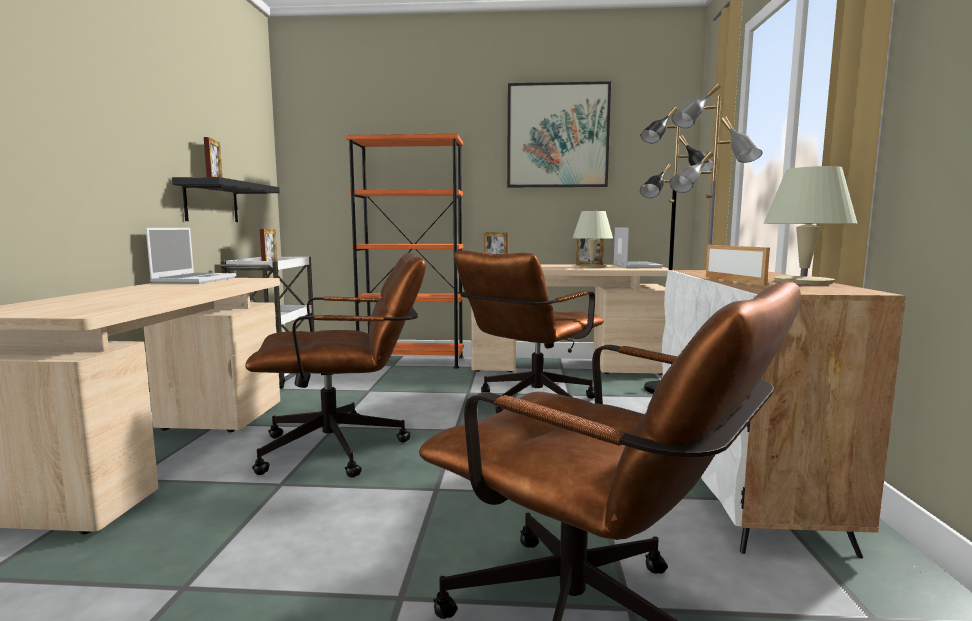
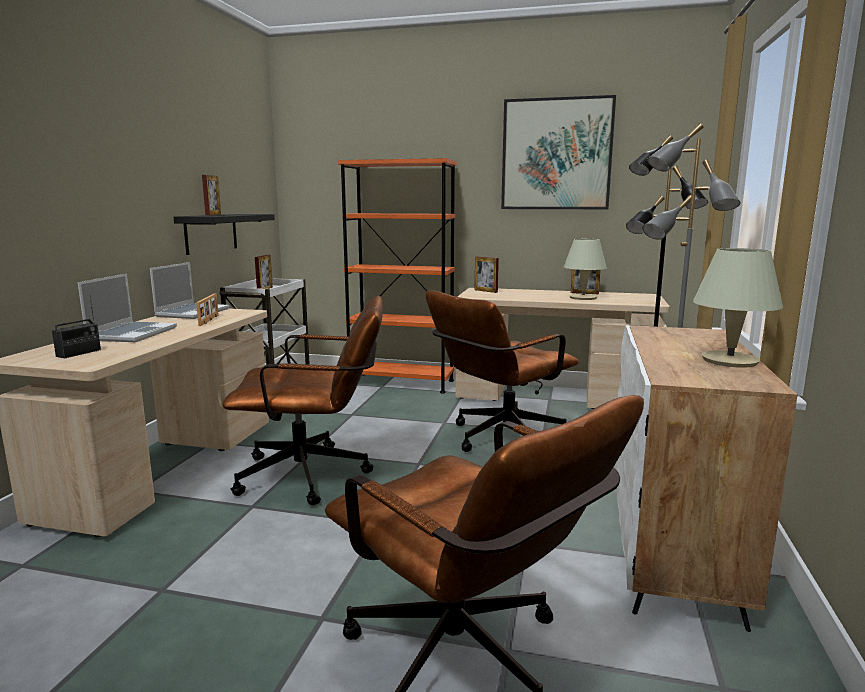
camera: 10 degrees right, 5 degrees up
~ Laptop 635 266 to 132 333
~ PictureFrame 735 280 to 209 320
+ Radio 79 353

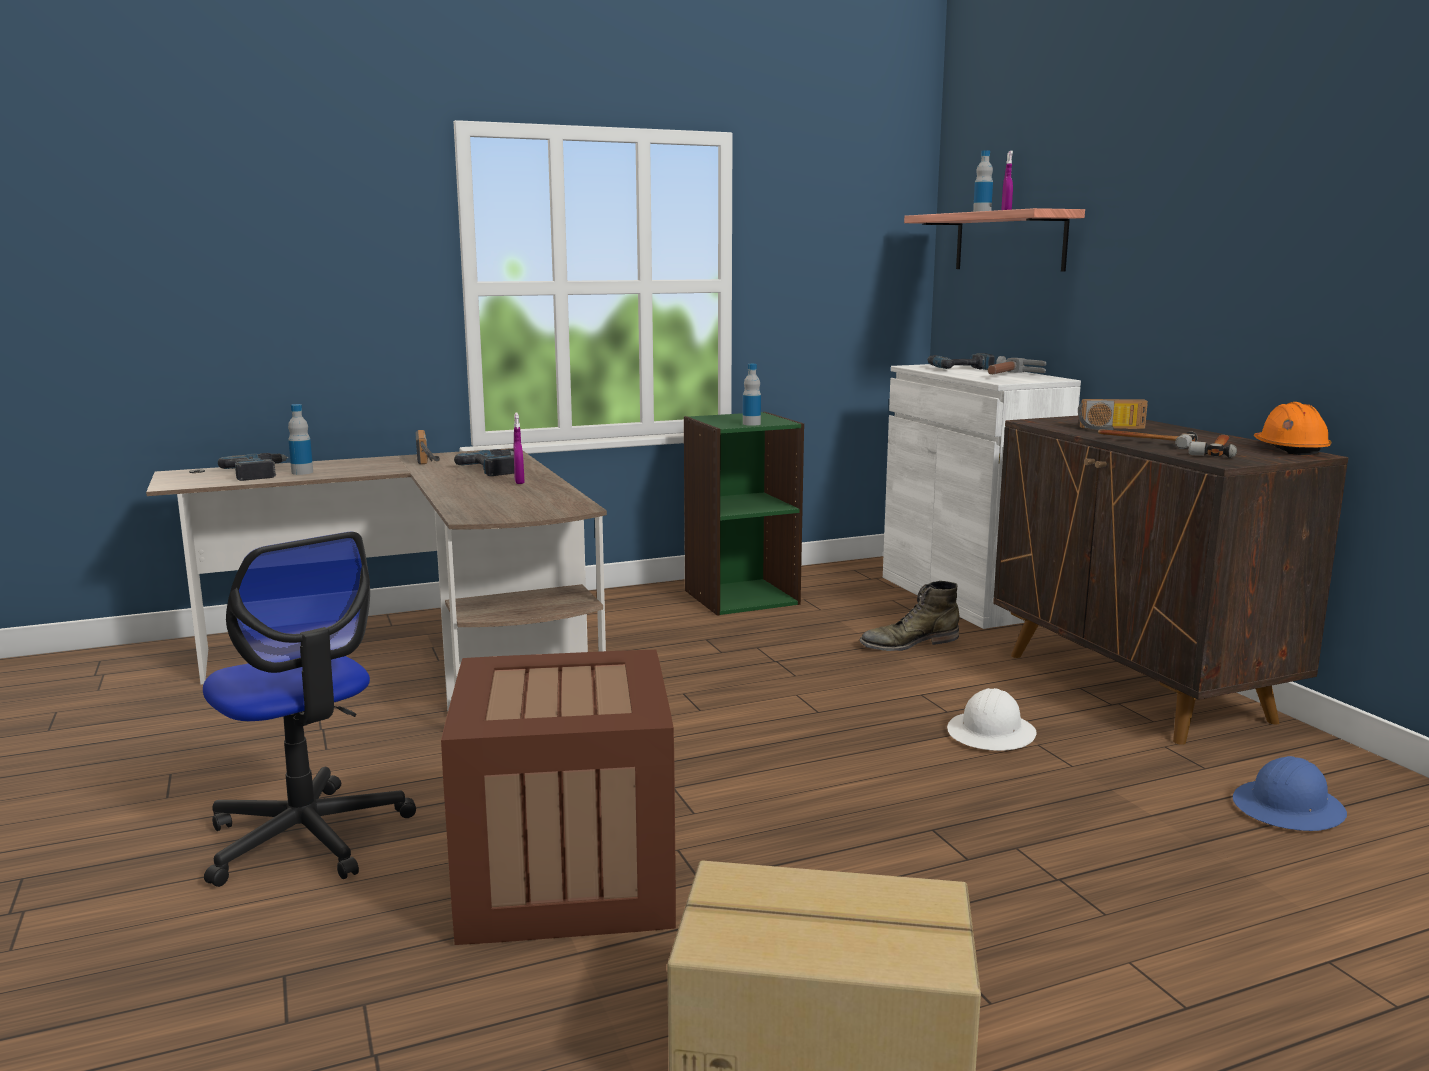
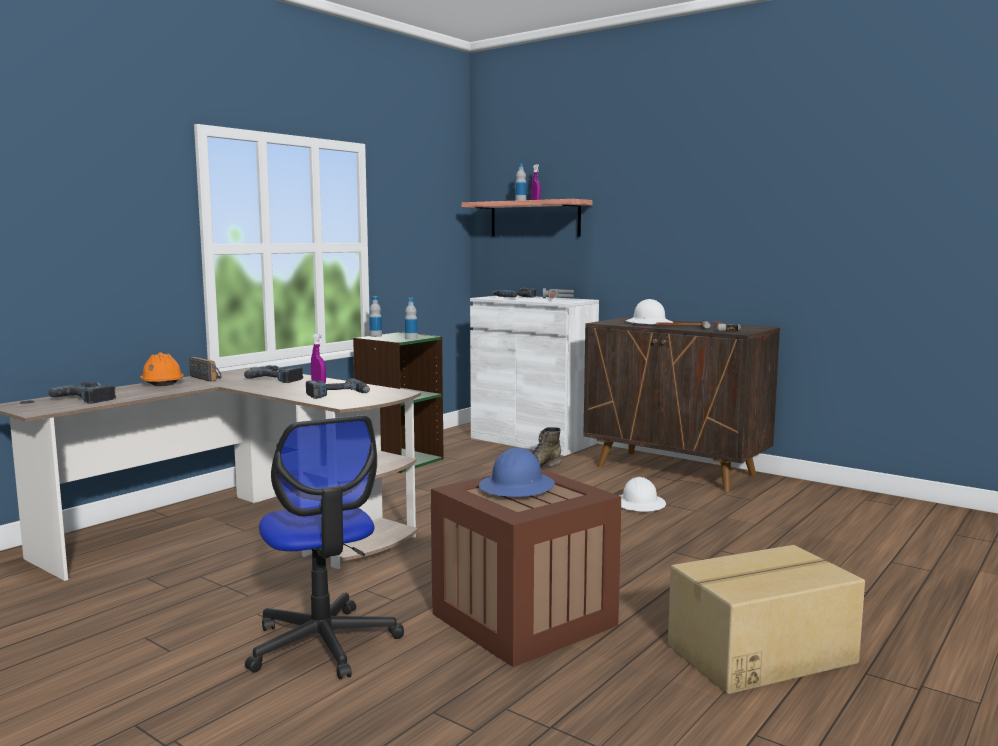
camera: 30 degrees left, 5 degrees down
~ Radio 1111 429 to WhiteHardHat 649 323
~ OrangeHardHat 1290 449 to 162 383
~ Bottle 302 472 to 375 336
~ OfficeChair 307 837 = 323 644 45 degrees clockwise
~ BlueHardHat 1289 809 to 517 487
+ PowerDrill 338 395

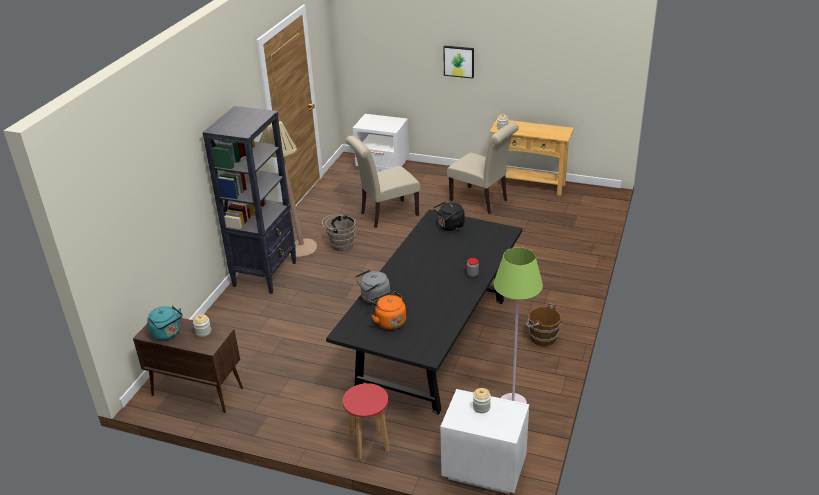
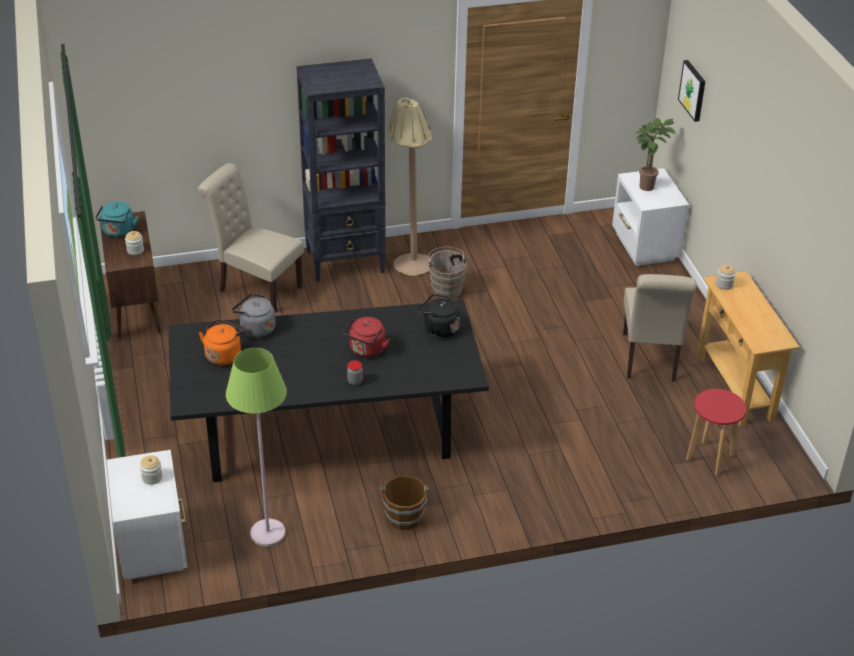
camera: 55 degrees right, 5 degrees up
~ Picture 459 61 to 693 90
~ BeigeChair 386 215 to 256 287
~ RedStool 369 445 to 709 458
+ PottedPlant 646 185
+ RedKettle 366 350

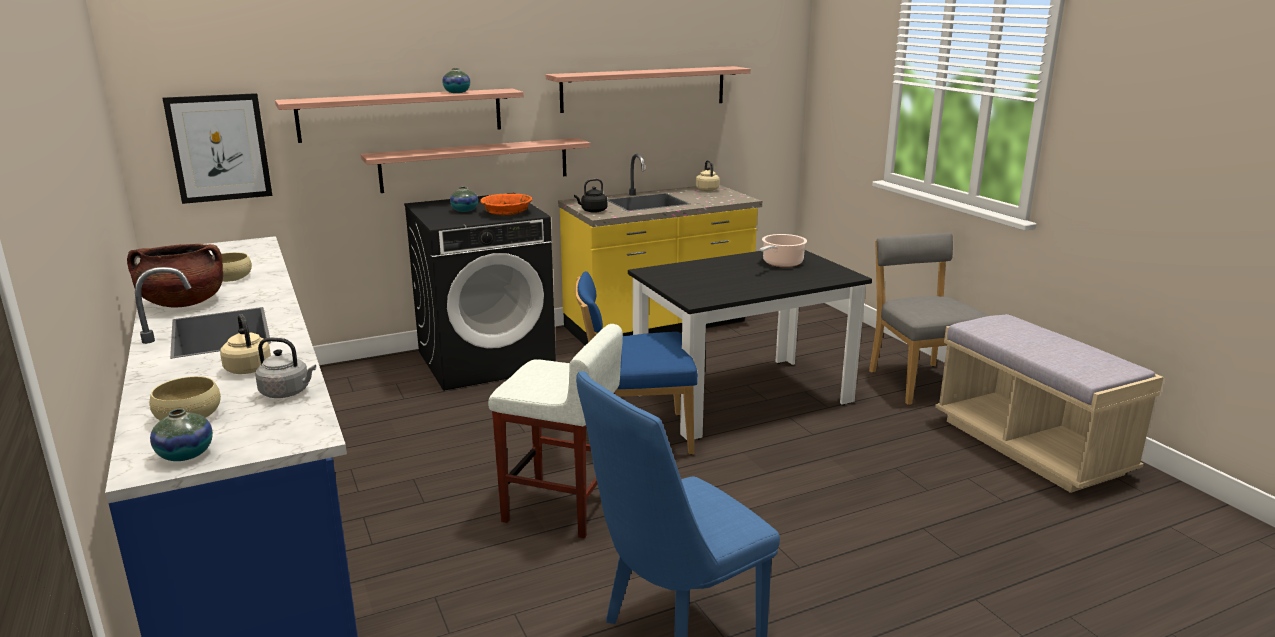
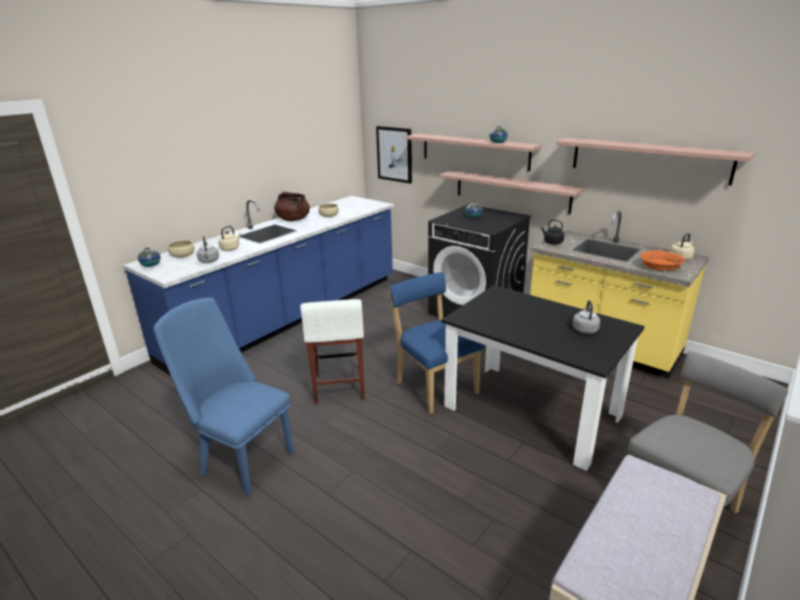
camera: 65 degrees right, 5 degrees up
~ OrangeBowl 507 213 to 660 267
~ CookingPot 781 263 to GreyKettle 585 329

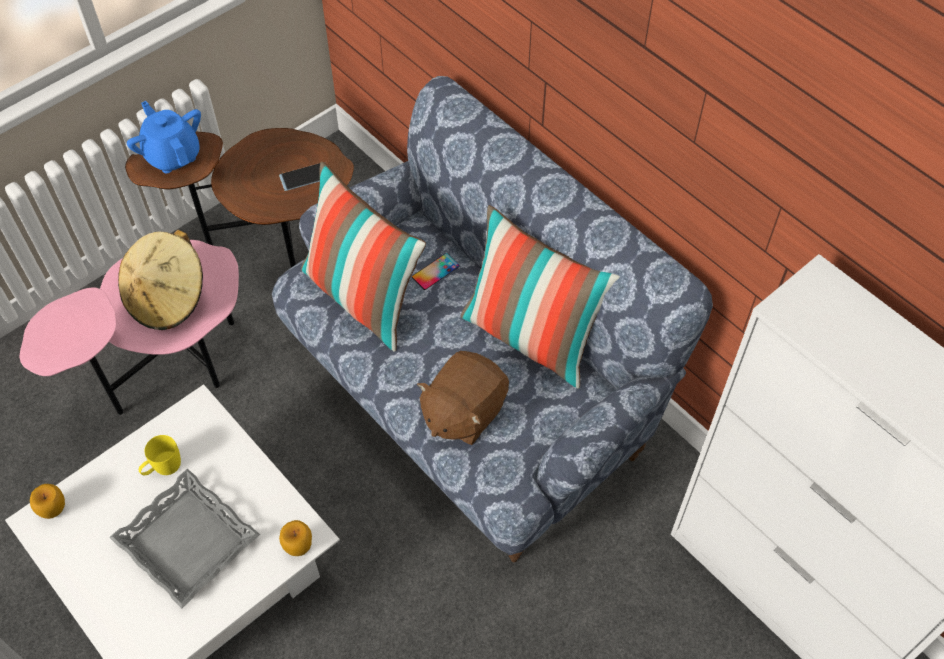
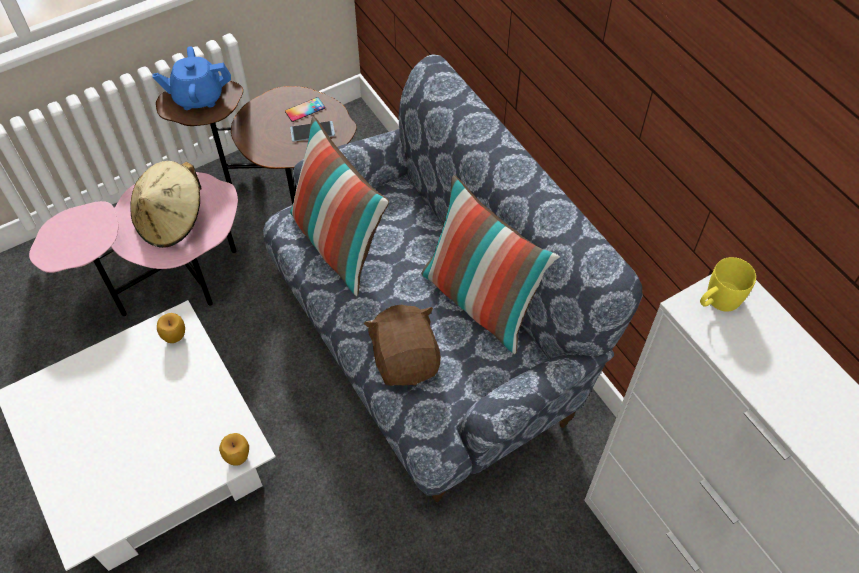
camera: 10 degrees right, 0 degrees up
~ BlueTeapot 173 155 = 198 97 75 degrees counterclockwise
~ Phone 435 271 to 305 109
~ BrownPlushToy 463 412 = 405 359 120 degrees clockwise
~ YellowMug 162 467 to 717 301
- GreyTray 186 542
~ Apple 54 510 to 175 337

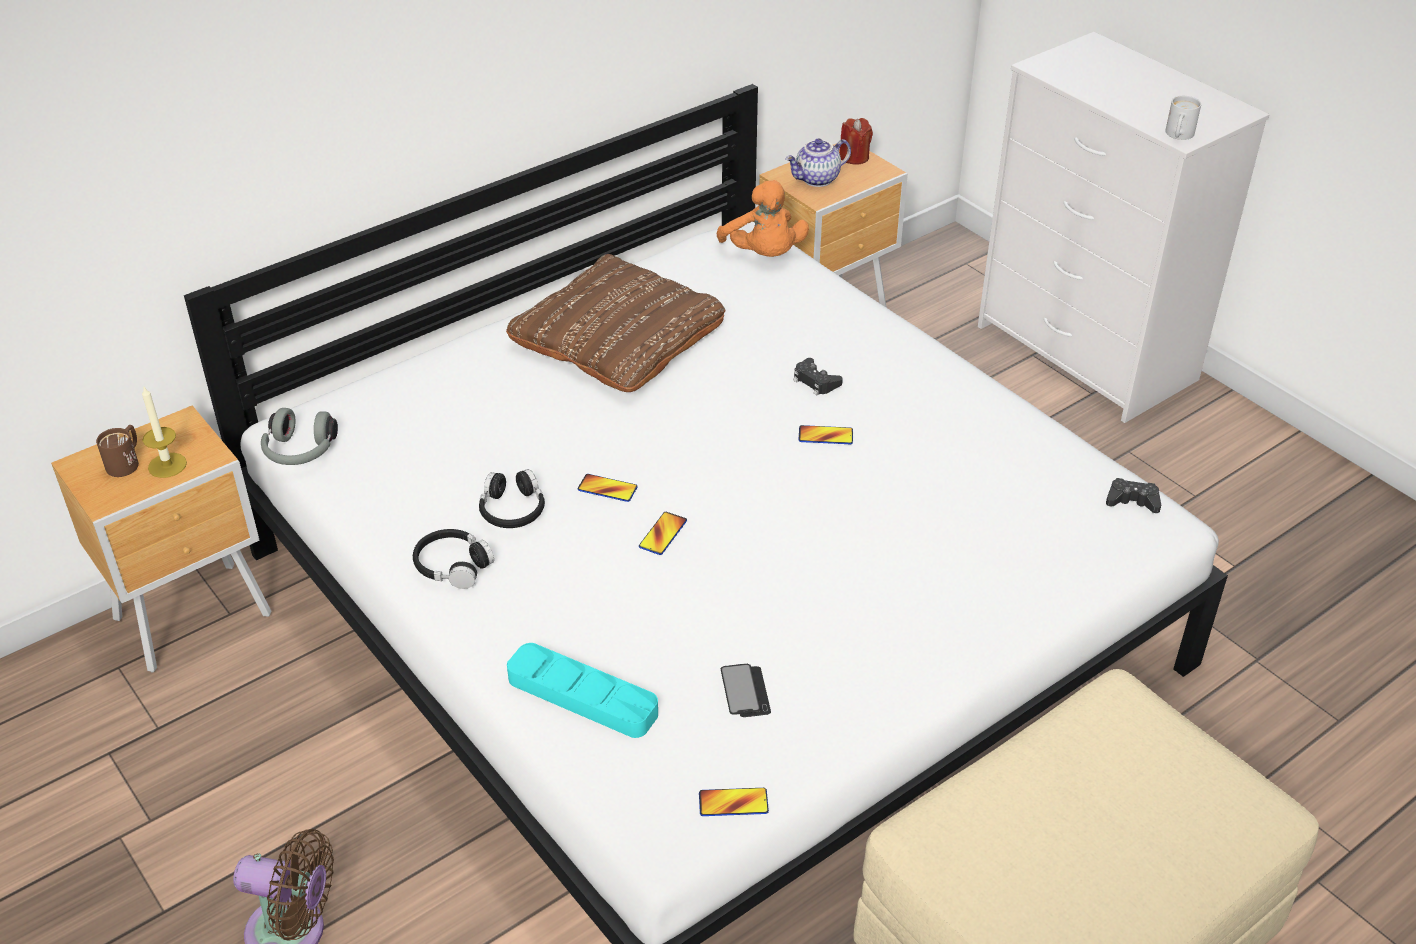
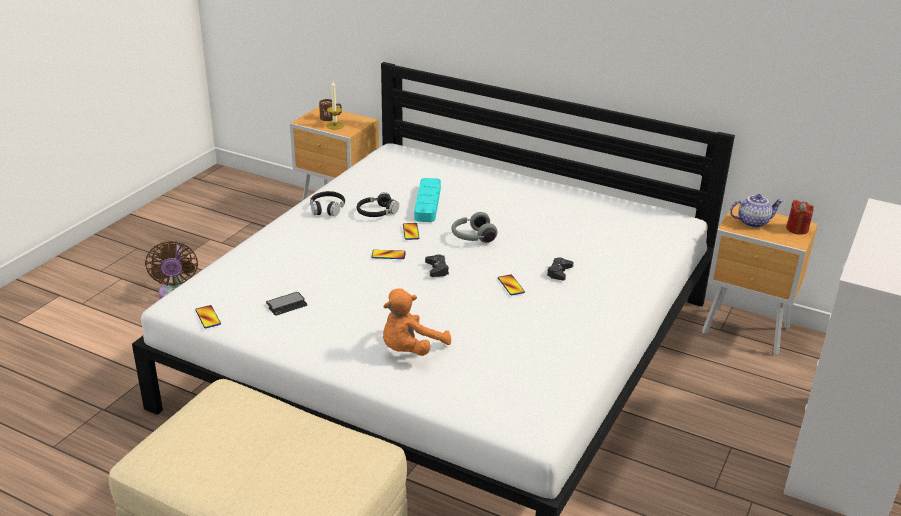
camera: 65 degrees right, 10 degrees down
- WhiteMug 1178 136
~ Teapot 817 180 = 753 222 135 degrees clockwise
~ OrangePlushToy 763 255 to 410 350
- BrownPillow 617 336
~ GreyHeadphones 299 452 to 472 237
~ BlackGameController 1132 501 to 437 269
~ TurquoiseTray 582 696 to 427 203

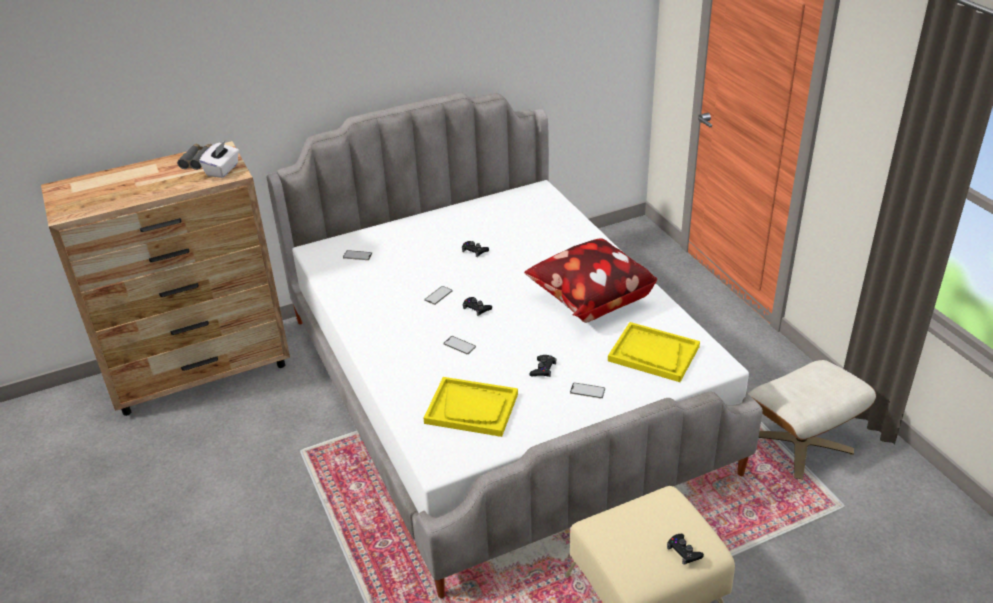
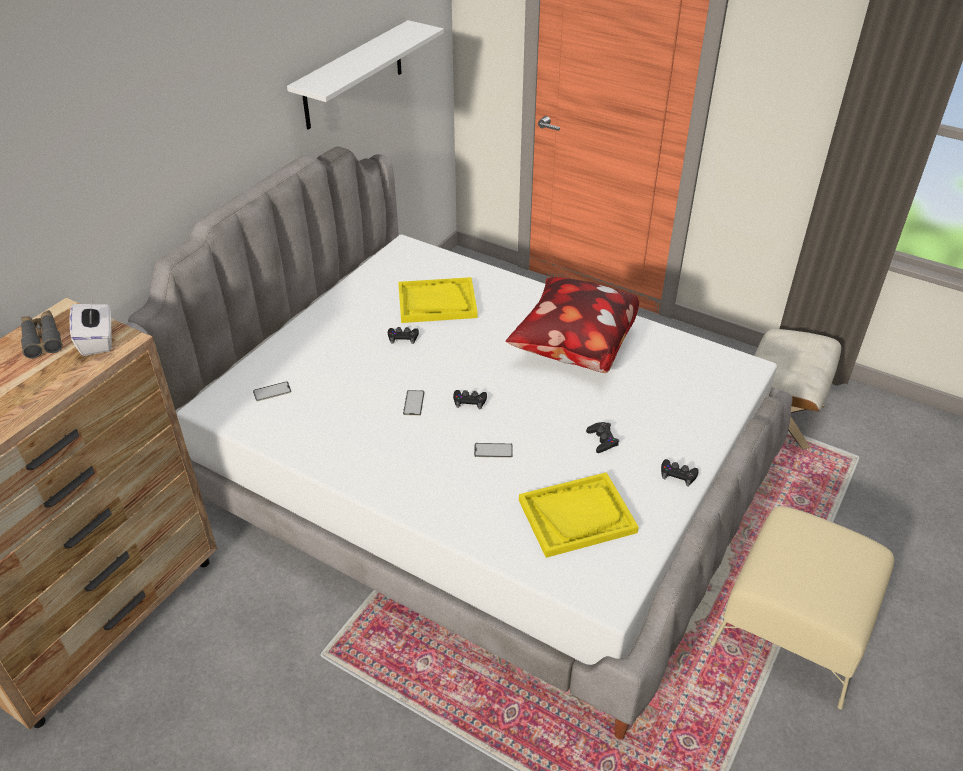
camera: 35 degrees left, 5 degrees up
~ YellowTray 653 354 to 437 302
- Phone 587 390
~ BlackGameController 684 552 to 678 475
+ WhiteShelf 353 75

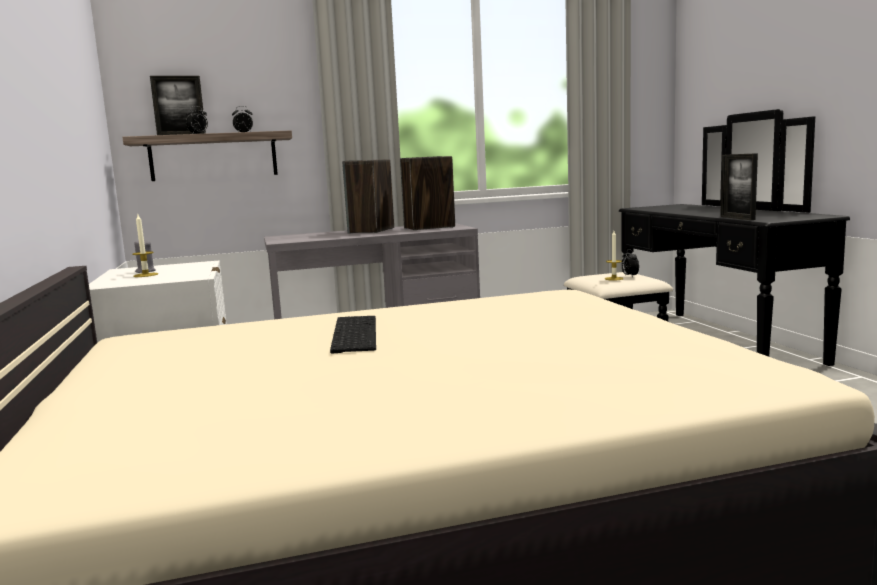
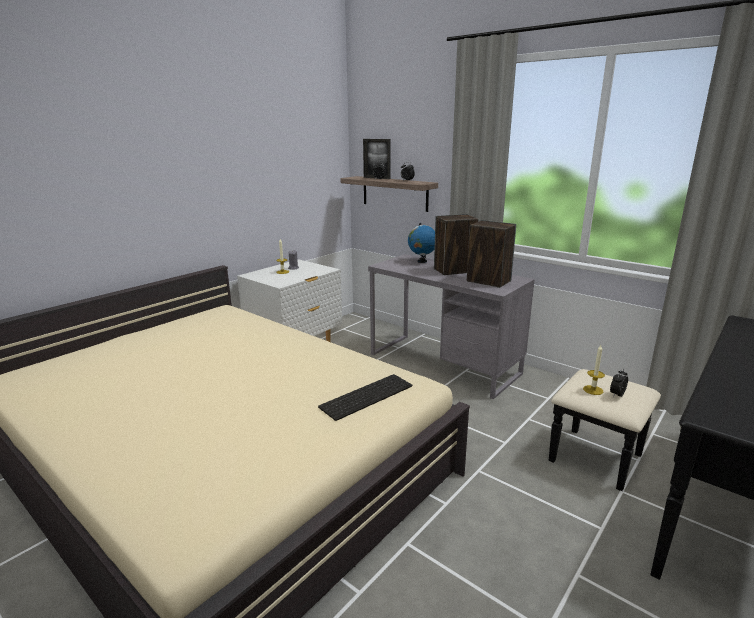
camera: 55 degrees right, 10 degrees up
- PictureFrame 737 218
~ Keyboard 352 333 to 366 395
+ Globe 422 261

